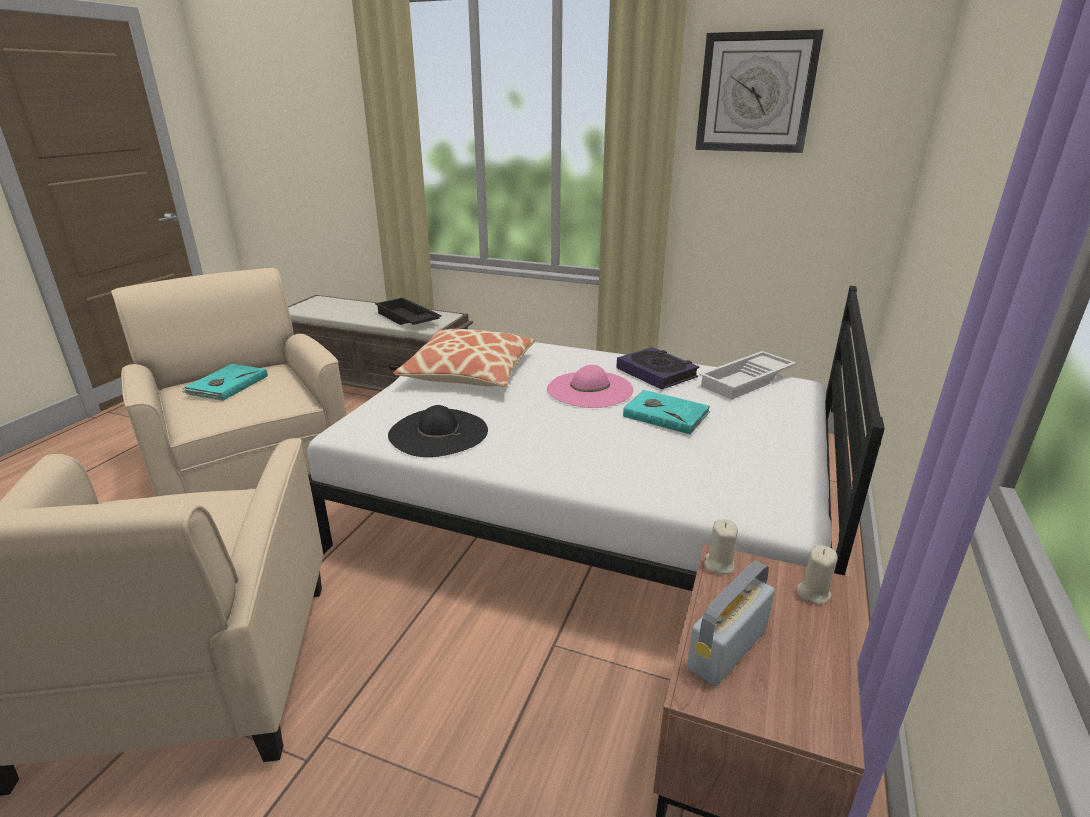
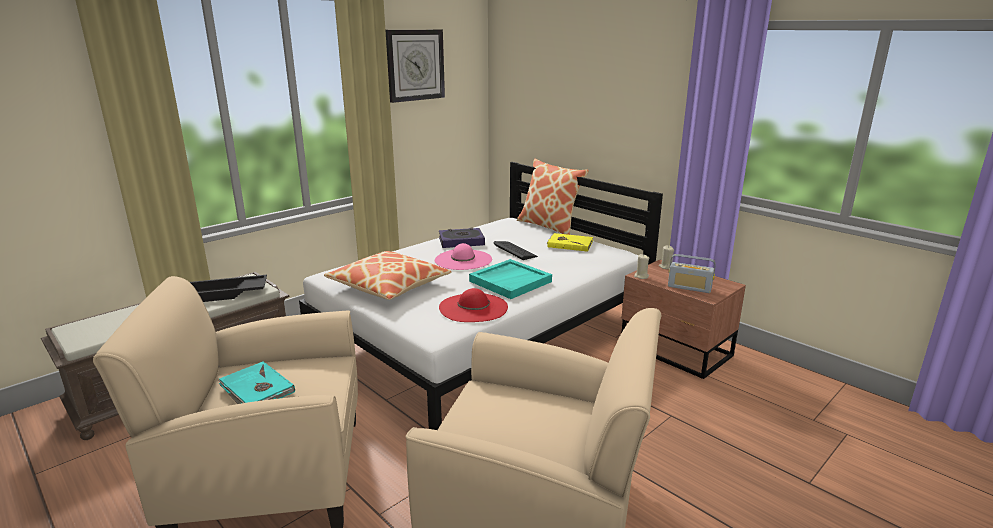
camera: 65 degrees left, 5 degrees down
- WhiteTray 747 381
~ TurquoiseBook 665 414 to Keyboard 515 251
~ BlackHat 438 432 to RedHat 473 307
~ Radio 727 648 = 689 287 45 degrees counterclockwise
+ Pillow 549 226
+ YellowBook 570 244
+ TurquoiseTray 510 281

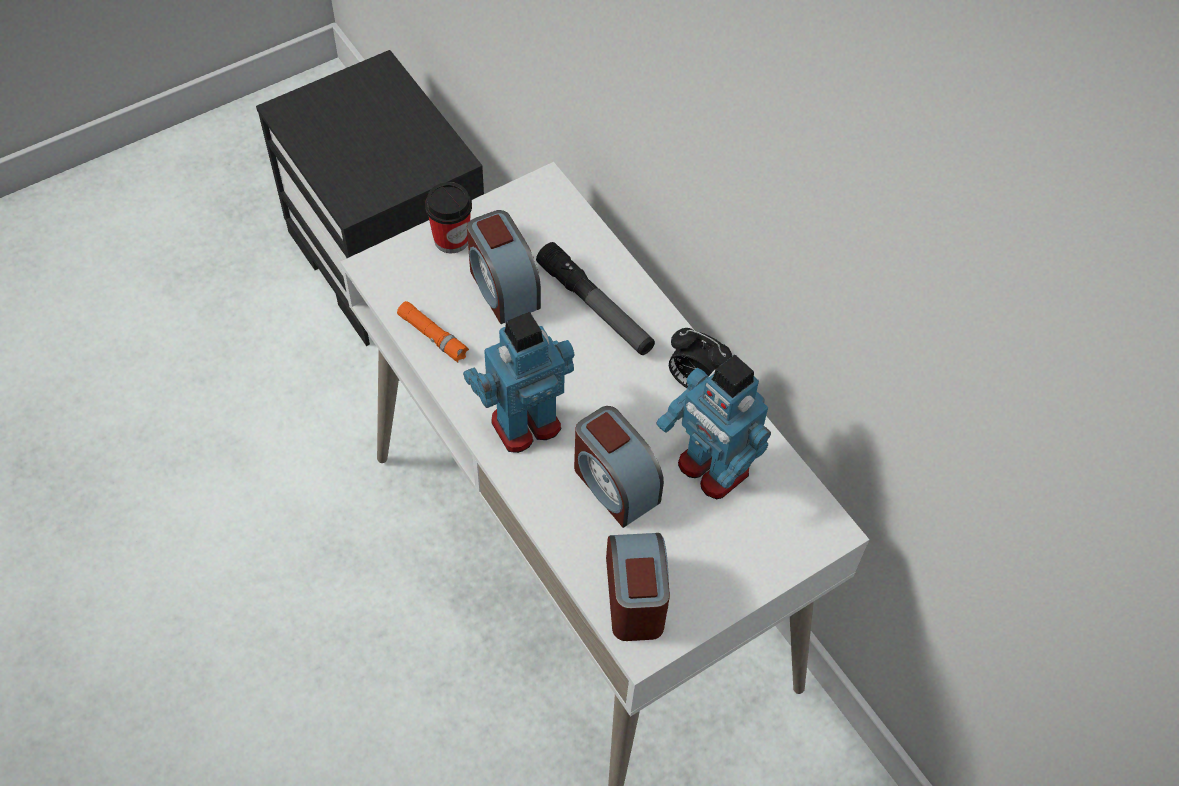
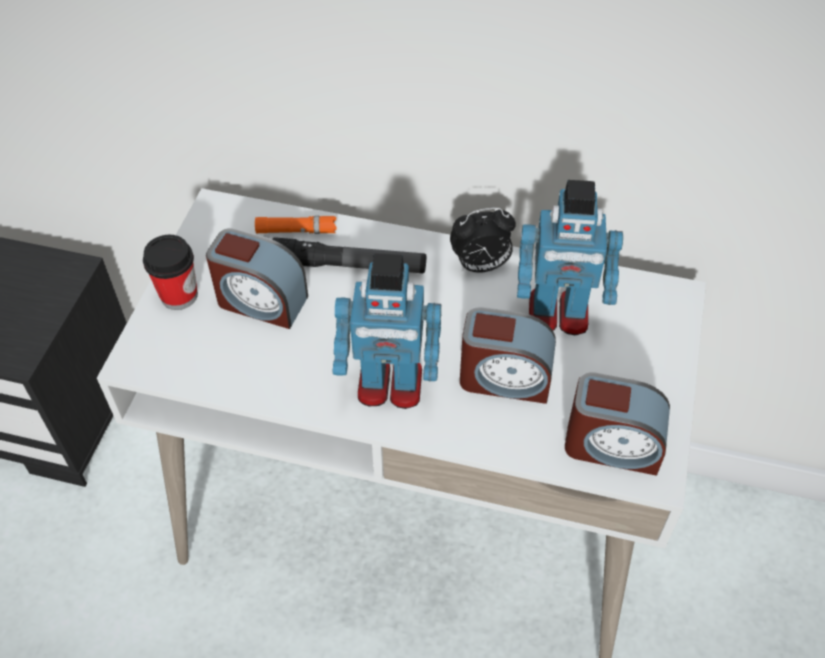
camera: 40 degrees left, 5 degrees down
~ OrangeFlashlight 433 336 to 296 230
~ ToyRobot 524 423 = 390 386 105 degrees counterclockwise
~ AlarmClock 635 597 = 612 445 150 degrees clockwise

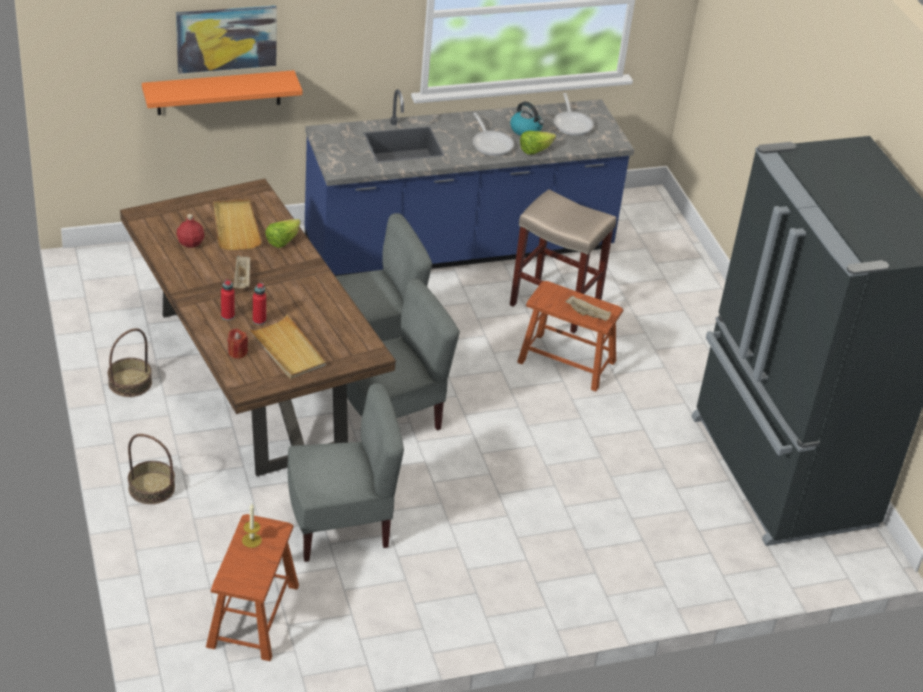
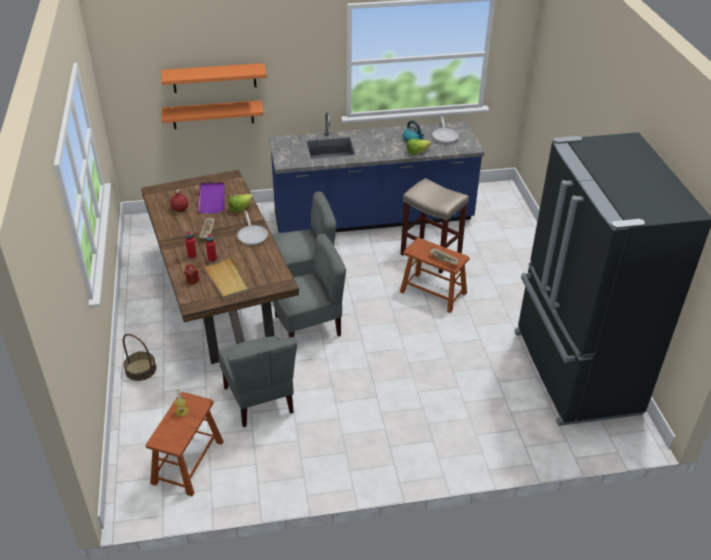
camera: 10 degrees right, 0 degrees up
~ Picture 226 38 to OrangeShelf 214 78
~ FryingPan 491 144 to 252 235
~ BeigeTray 235 227 to PurpleTray 212 199
- Basket 130 382
~ GreyChair 340 525 = 260 400 75 degrees clockwise

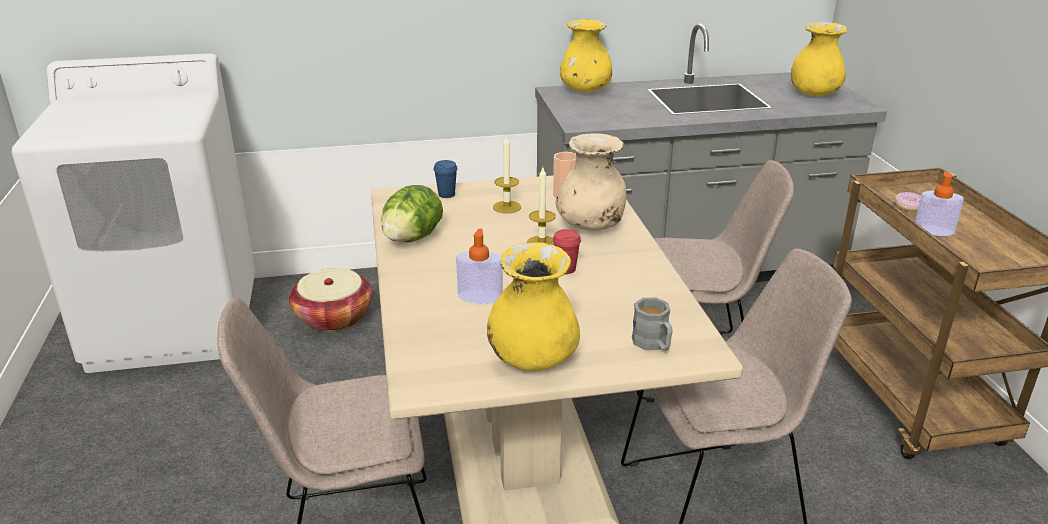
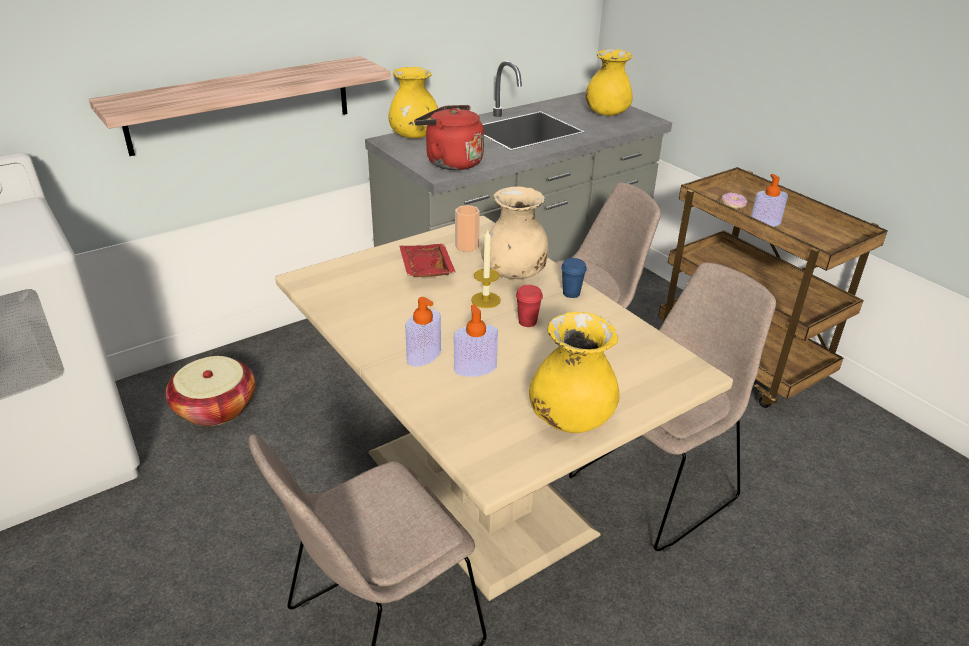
camera: 25 degrees left, 5 degrees up
~ Candle 507 207 to RedTray 425 269
~ BlueCup 446 194 to 571 293
- Lettuce 412 238
- GreyMug 653 344
+ Shelf 241 104
+ RedKettle 450 162
+ SoapDispenser 424 355

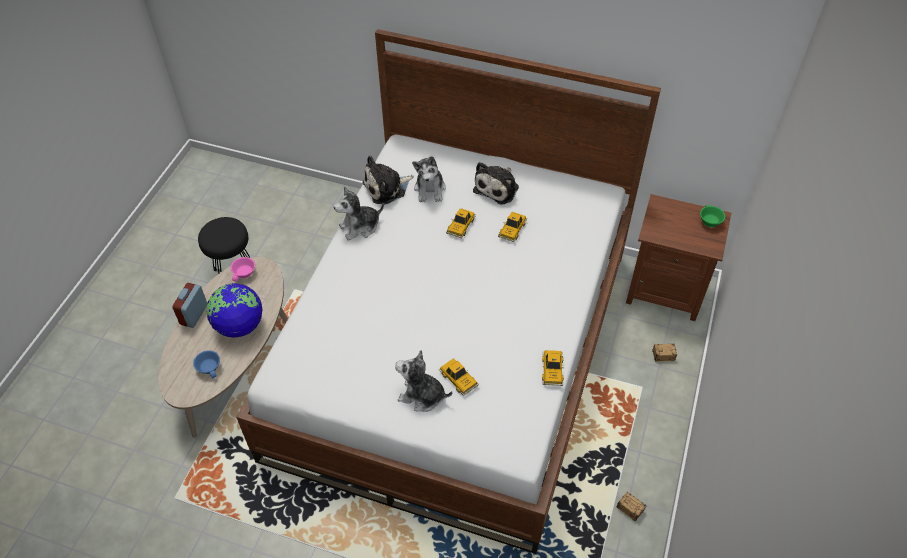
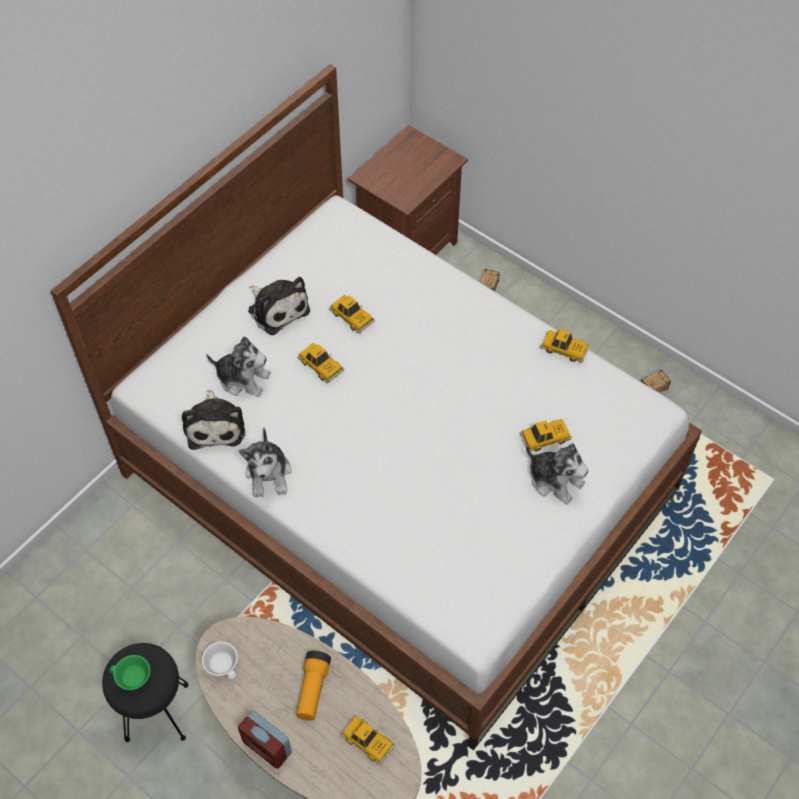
camera: 70 degrees left, 5 degrees up
~ GreenCup 709 221 to 132 678
~ PinkCup 245 273 to WhiteCup 223 664
~ Globe 239 326 to Flashlight 313 689
~ BlueCup 210 367 to ToyCar 368 741
~ PlushToy 422 396 = 555 480 90 degrees counterclockwise

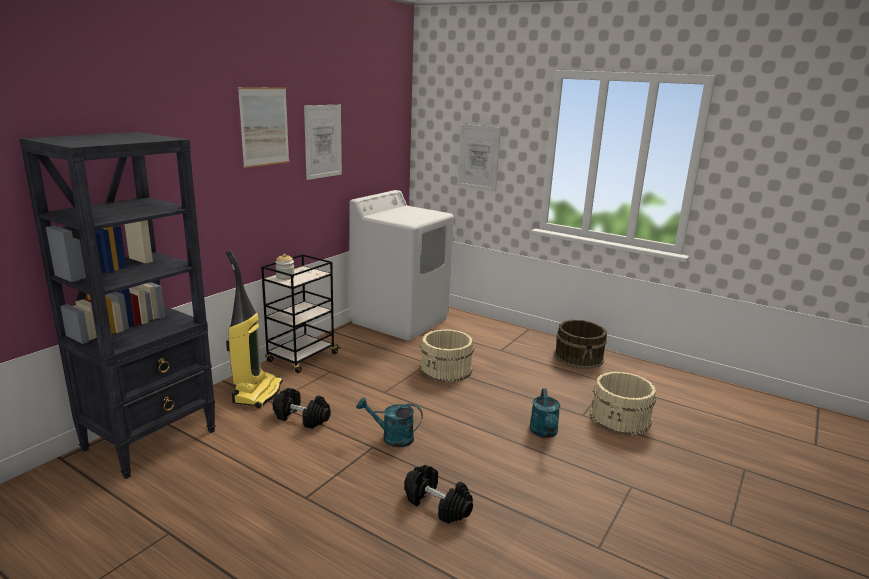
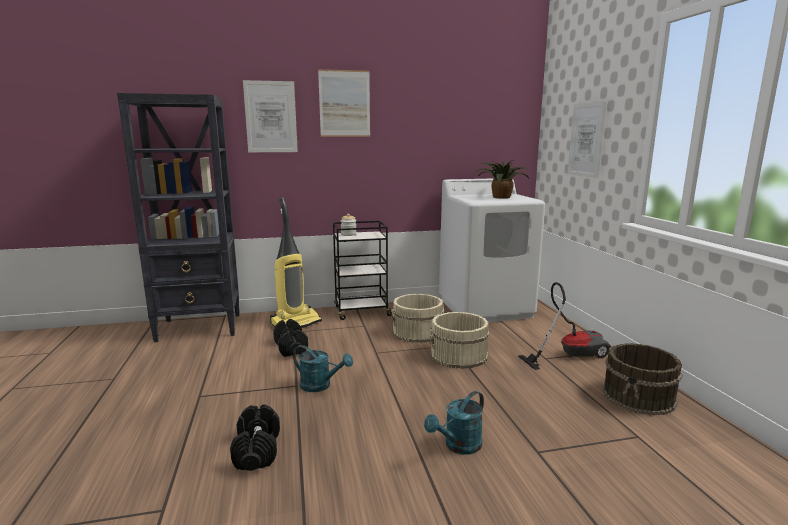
camera: 45 degrees right, 5 degrees down
~ Picture 323 141 to 271 117
~ BeigeBucket 621 418 to 417 332
~ TurquoiseWateringCan 392 438 = 320 386 150 degrees clockwise
+ PottedPlant 500 197
+ VacuumCleaner 569 354

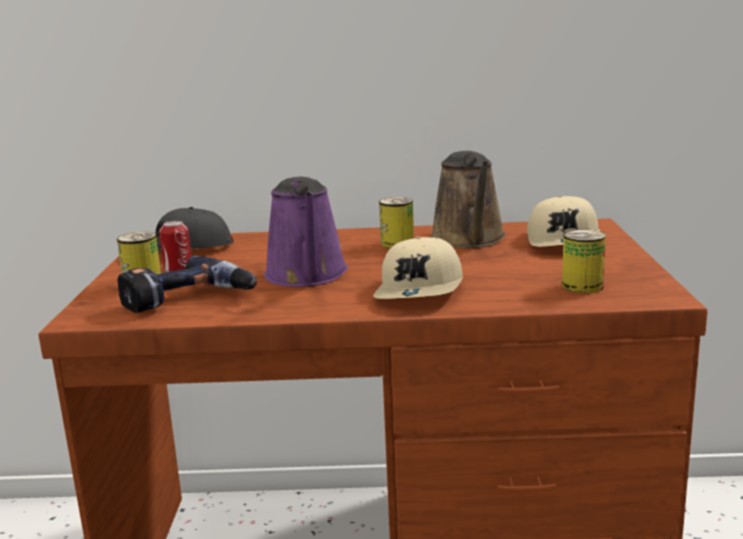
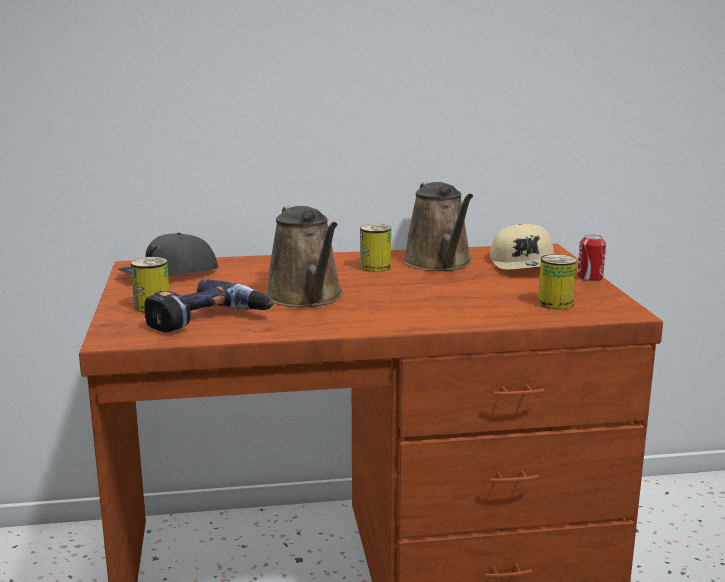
camera: 10 degrees left, 0 degrees up
~ PurpleWateringCan 307 276 to BrownWateringCan 307 297
~ Can 178 268 to 590 278
- BeigeCap 421 290

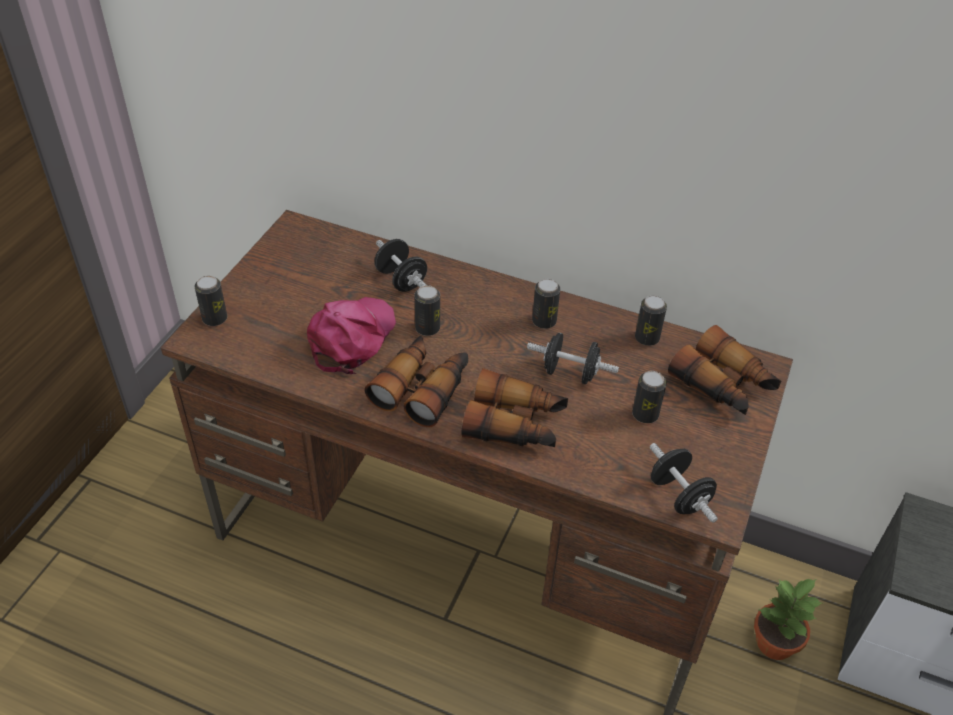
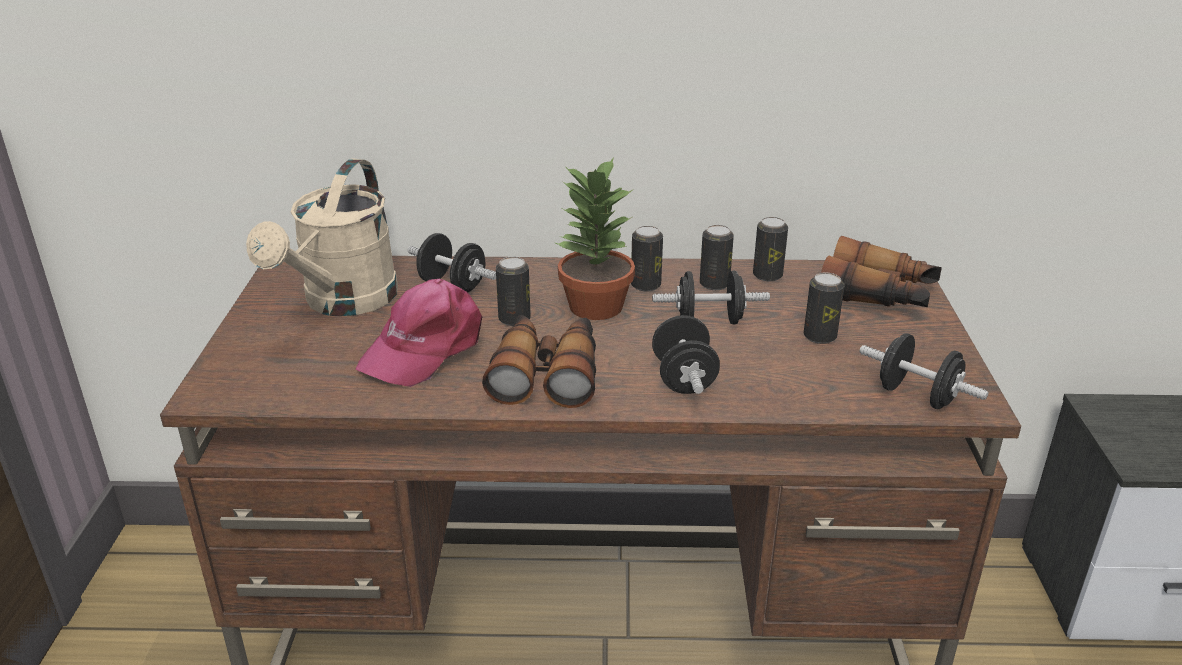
camera: 20 degrees left, 15 degrees down
~ Can 215 319 to 714 284
~ PinkCap 351 338 = 425 348 150 degrees counterclockwise
~ Binoculars 516 424 to BlackDumbbell 683 379
~ PottedPlant 773 643 to 594 307
+ BeigeWateringCan 343 303

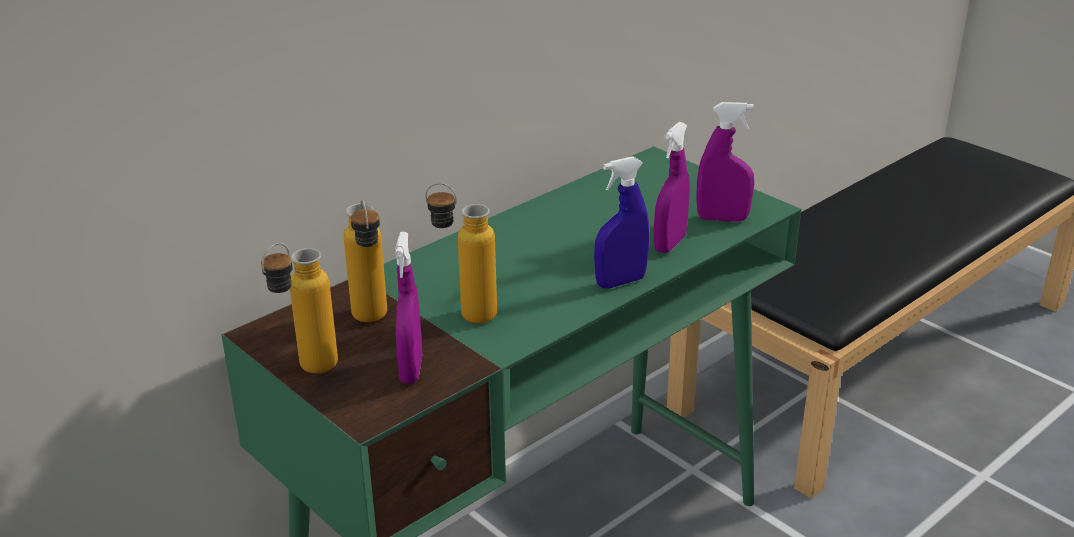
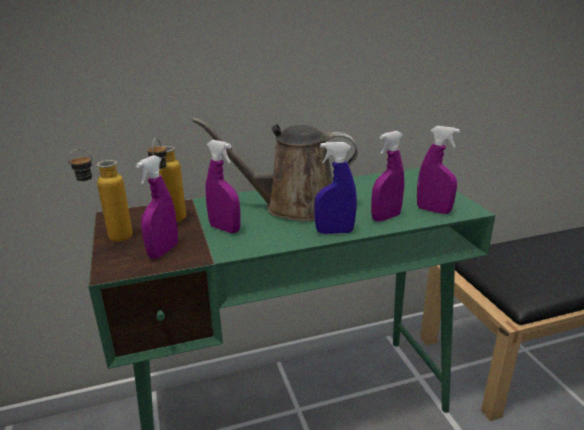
camera: 25 degrees right, 5 degrees down
~ Bottle 464 313 to PurpleSprayBottle 225 229
+ BrownWateringCan 293 206

